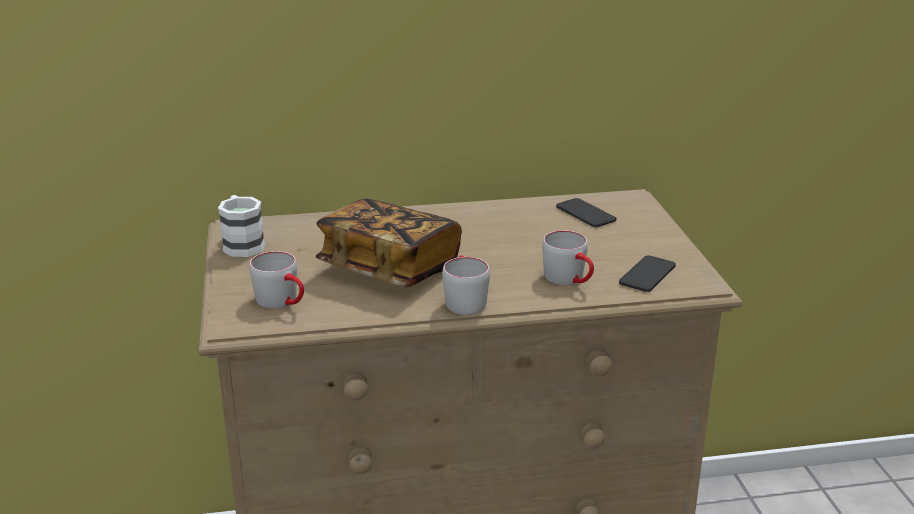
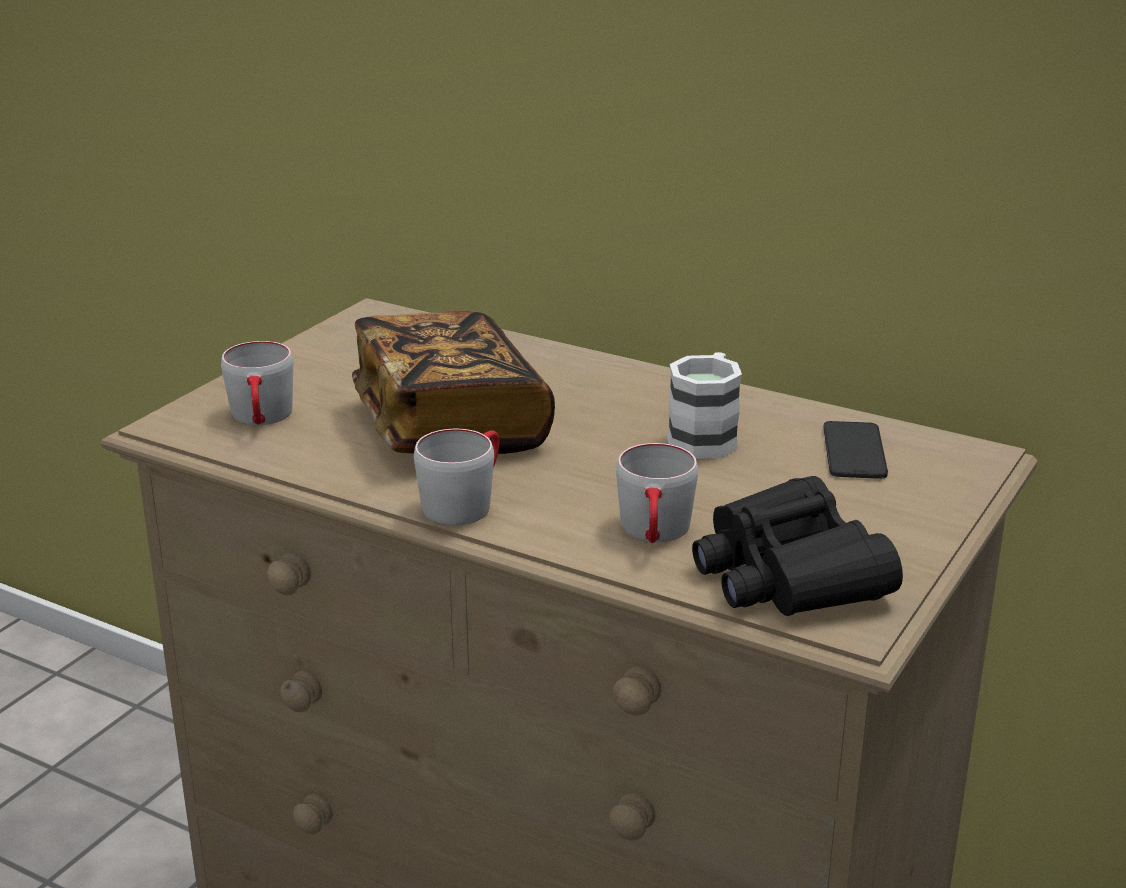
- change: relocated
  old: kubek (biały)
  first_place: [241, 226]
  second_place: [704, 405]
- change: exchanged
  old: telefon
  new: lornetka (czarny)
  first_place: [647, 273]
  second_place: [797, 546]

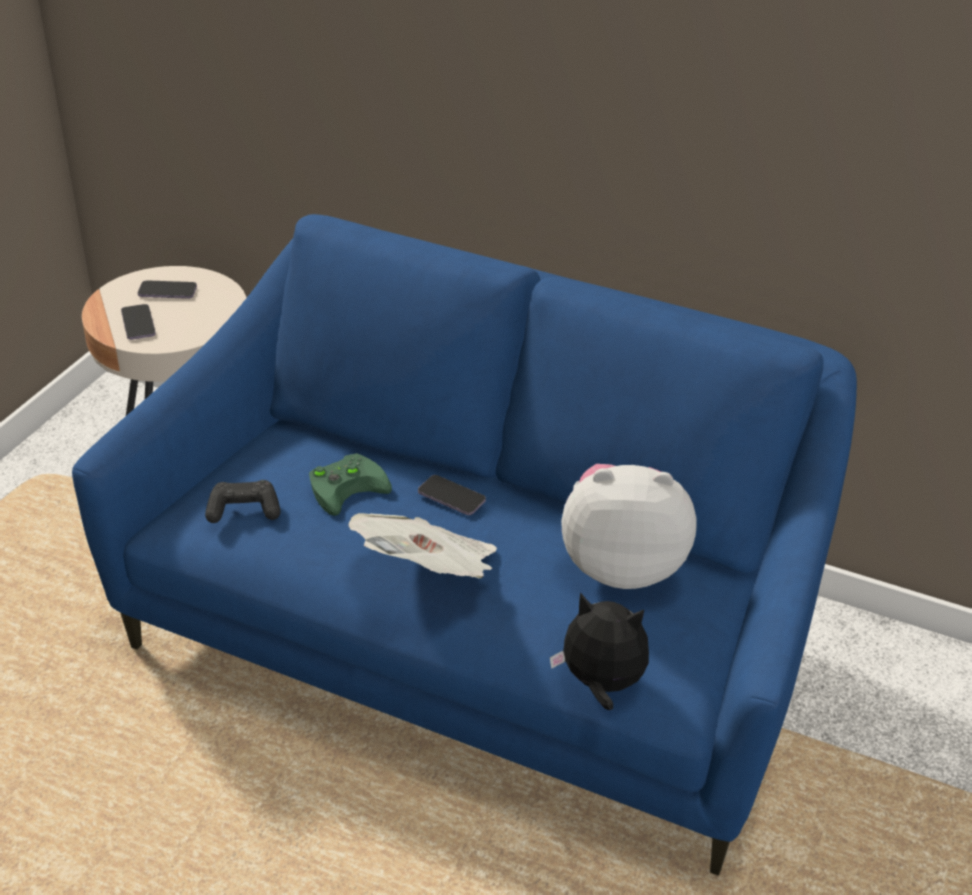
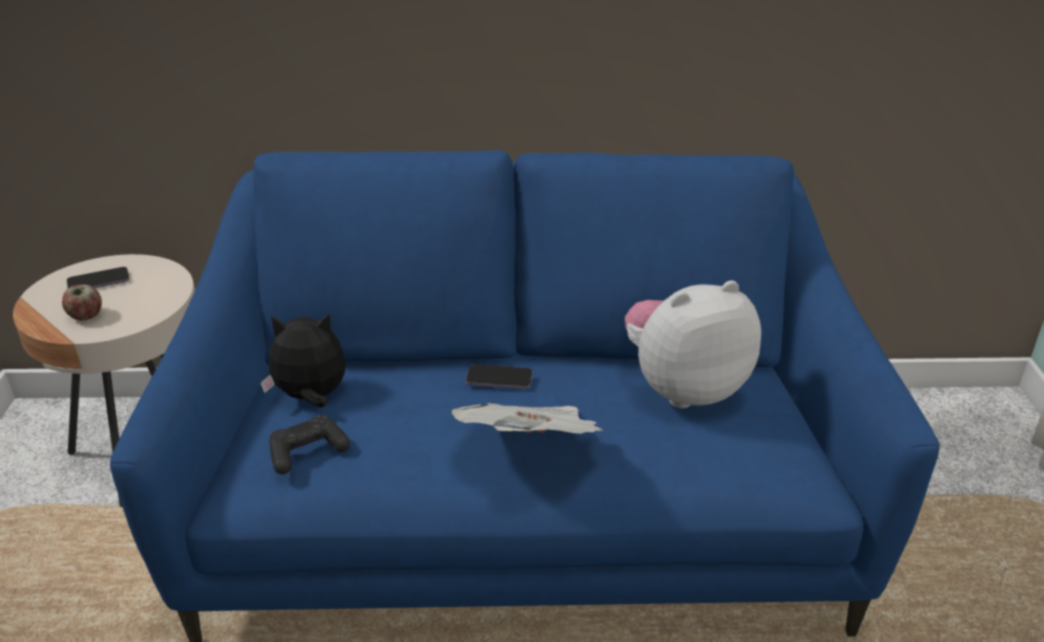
- change: exchanged
  old: telefon
  new: jabłko
  first_place: [138, 322]
  second_place: [82, 302]
- change: relocated
  old: pluszak
  first_place: [599, 651]
  second_place: [303, 359]
- change: missing
  old: pad do gier (zielony)
  first_place: [350, 484]

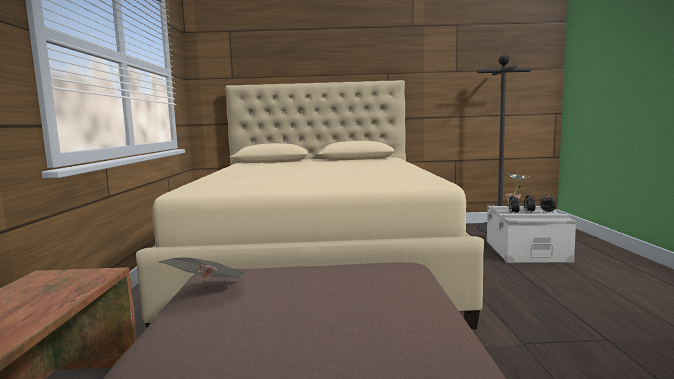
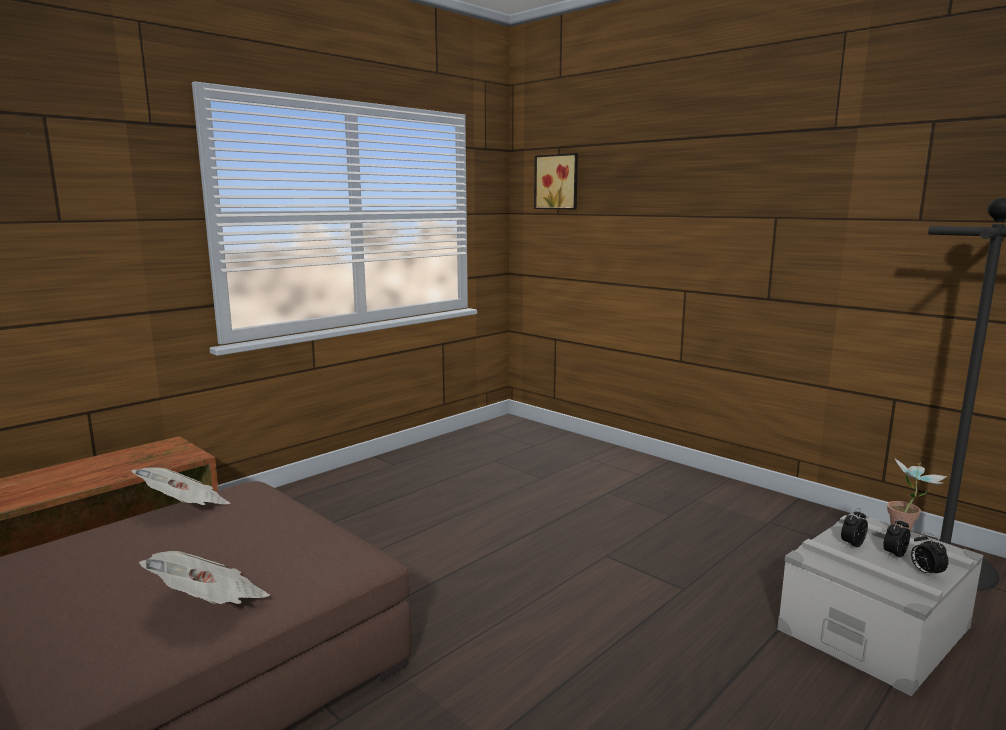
- change: appeared
  new: gazeta
  second_place: [204, 577]
- change: appeared
  new: obraz
  second_place: [556, 181]
- change: missing
  old: łóżko (beżowy)
  first_place: [310, 204]

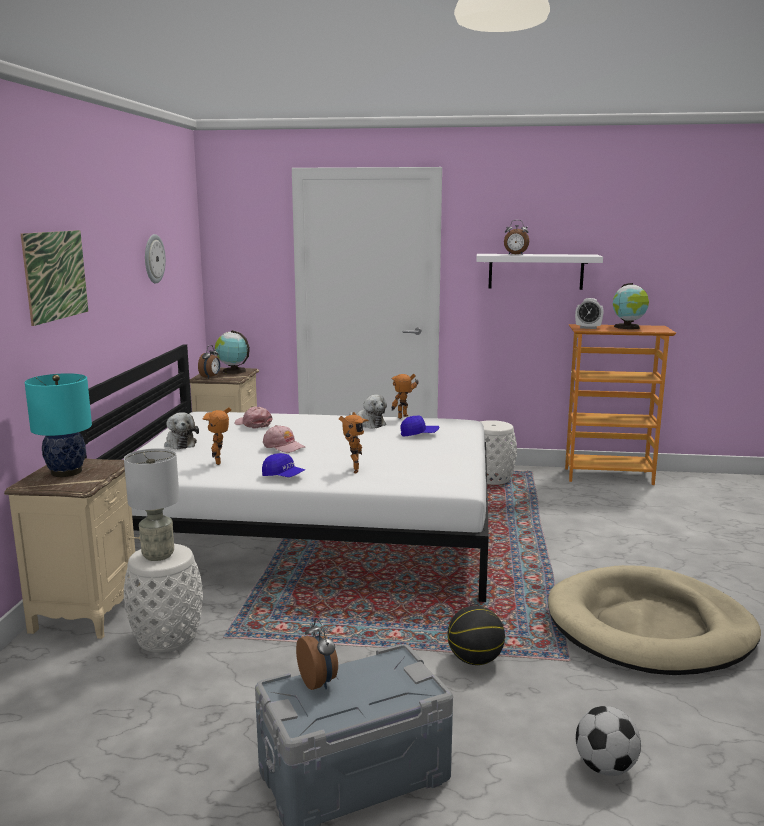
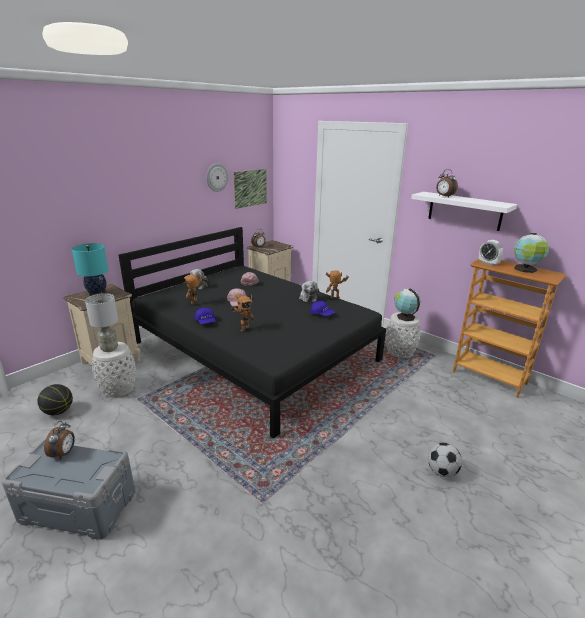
- change: relocated
  old: piłka do koszykówki
  first_place: [476, 635]
  second_place: [55, 399]
- change: colour
  old: łóżko (biały)
  new: łóżko (czarny)
  first_place: [284, 473]
  second_place: [252, 333]
- change: relocated
  old: obraz
  first_place: [54, 278]
  second_place: [250, 189]
- change: relocated
  old: globus
  first_place: [232, 352]
  second_place: [407, 305]
- change: relocated
  old: piłka futbolowa
  first_place: [608, 741]
  second_place: [445, 460]
- change: missing
  old: legowisko (beżowy)
  first_place: [654, 620]

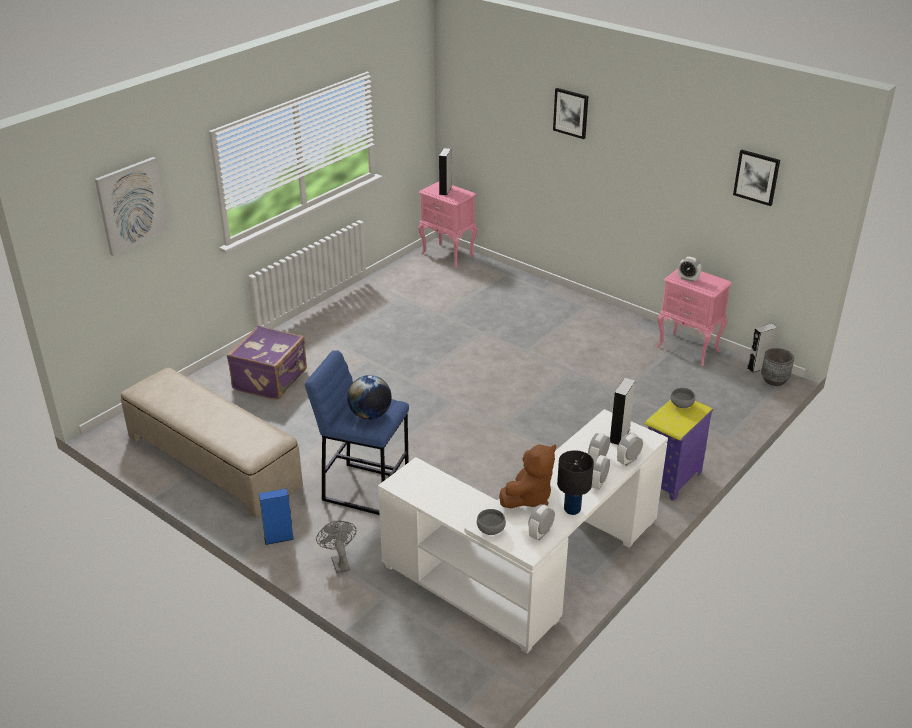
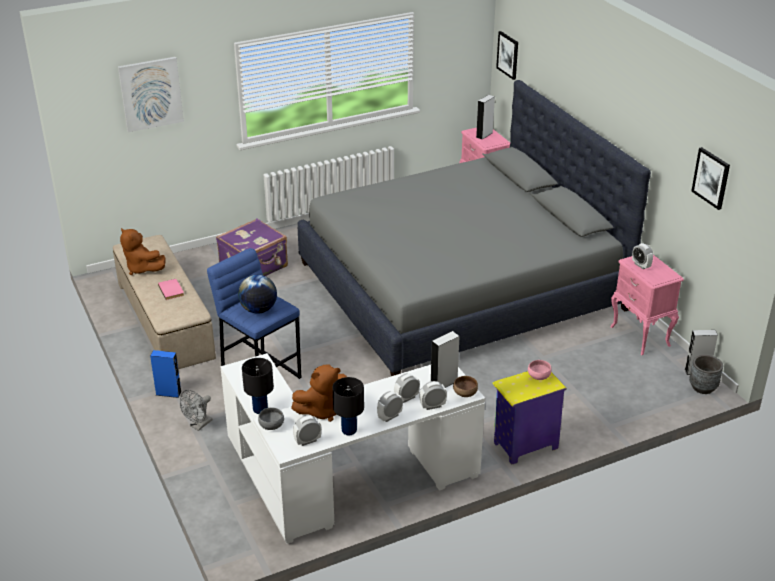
- change: appeared
  new: pluszak (brązowy)
  second_place: [142, 251]
- change: appeared
  new: książka (różowy)
  second_place: [171, 289]
- change: spun
  old: wentylator (szary)
  first_place: [336, 547]
  second_place: [196, 410]
  degrees: -150
- change: appeared
  new: lampa stołowa (czarny)
  second_place: [258, 386]
- change: appeared
  new: łóżko (szary)
  second_place: [474, 228]
- change: appeared
  new: miska (brązowy)
  second_place: [465, 386]
- change: relocated
  old: obraz
  first_place: [570, 113]
  second_place: [507, 55]
- change: colour
  old: miska (szary)
  new: miska (różowy)
  first_place: [683, 398]
  second_place: [539, 370]

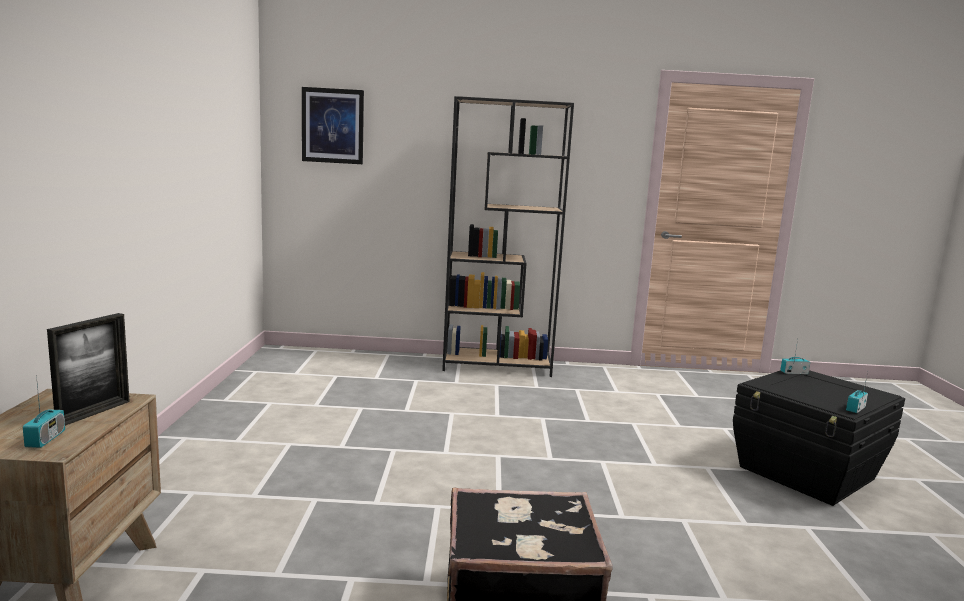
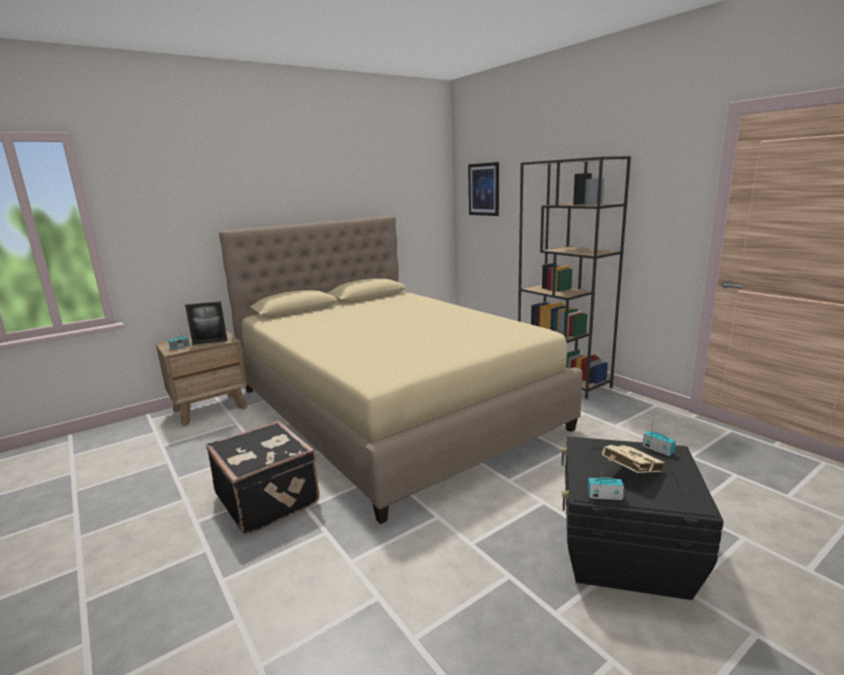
- change: appeared
  new: łóżko (beżowy)
  second_place: [401, 370]
- change: appeared
  new: książka (beżowy)
  second_place: [633, 459]

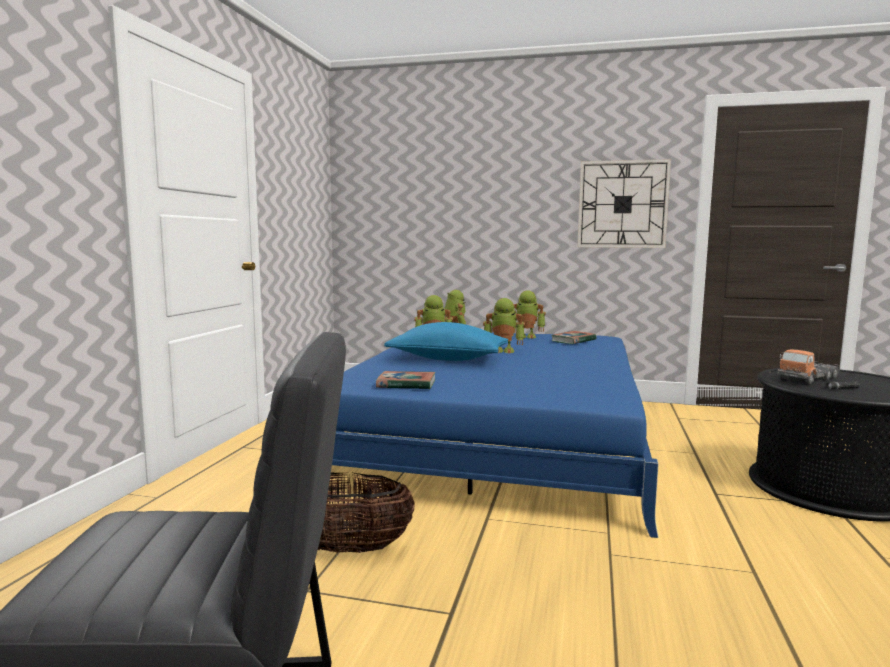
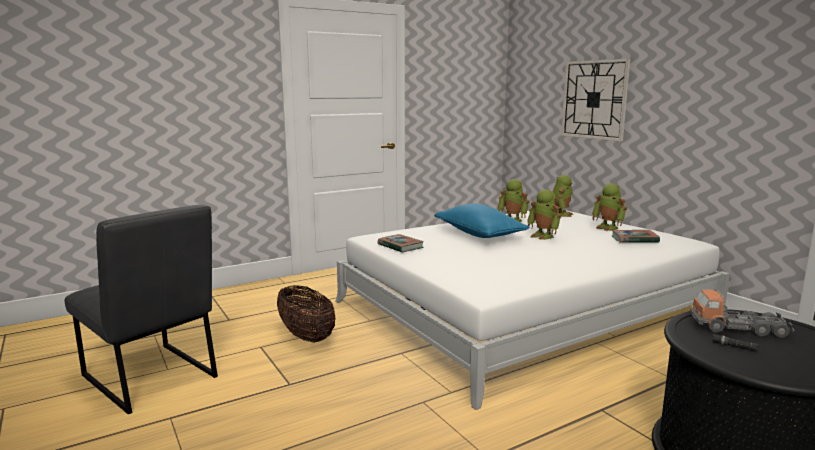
- change: colour
  old: łóżko (niebieski)
  new: łóżko (biały)
  first_place: [495, 435]
  second_place: [532, 310]
- change: relocated
  old: zegar ścienny
  first_place: [624, 203]
  second_place: [595, 100]

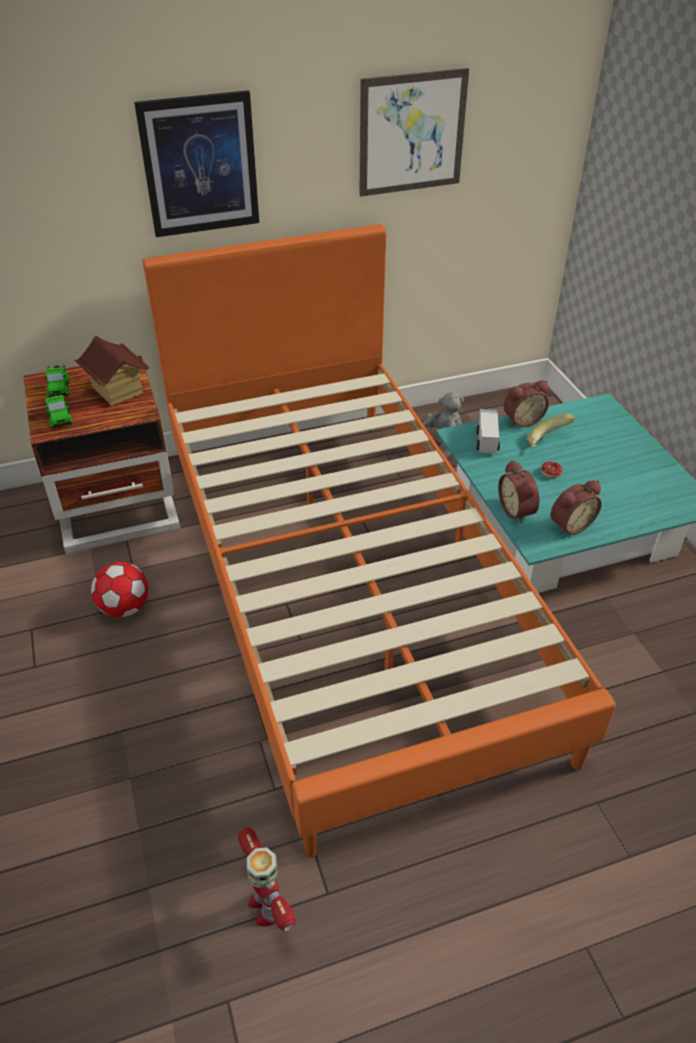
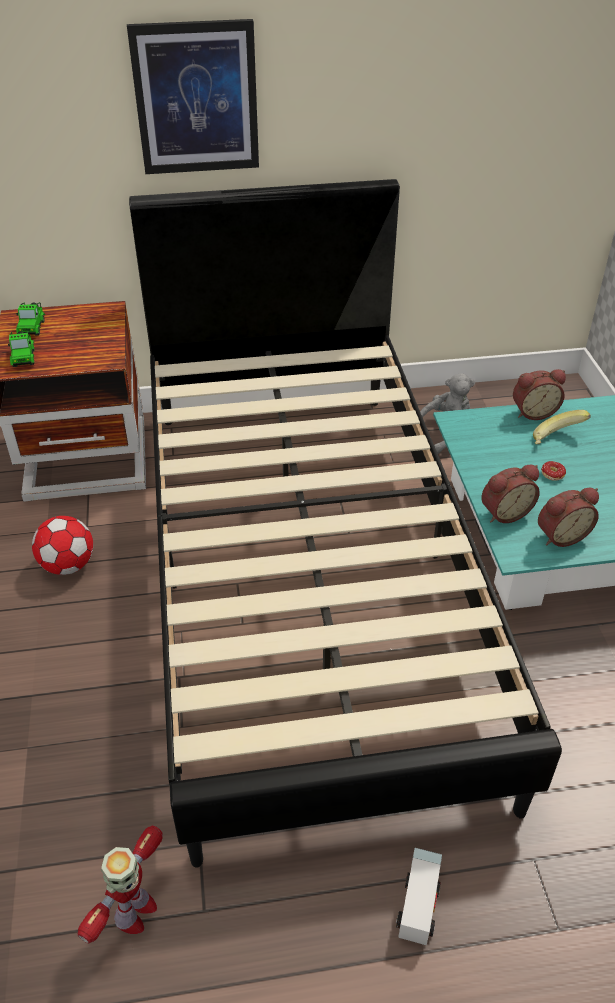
- change: spun
  old: robot zabawkowy
  first_place: [267, 879]
  second_place: [120, 884]
  degrees: -135
- change: colour
  old: łóżko (pomarańczowy)
  new: łóżko (czarny)
  first_place: [379, 541]
  second_place: [345, 523]
- change: relocated
  old: ciężarówka zabawkowa
  first_place: [488, 431]
  second_place: [419, 896]
- change: spun
  old: budzik
  first_place: [518, 492]
  second_place: [510, 494]
  degrees: -105
- change: missing
  old: domek
  first_place: [112, 371]
- change: missing
  old: obraz
  first_place: [414, 132]

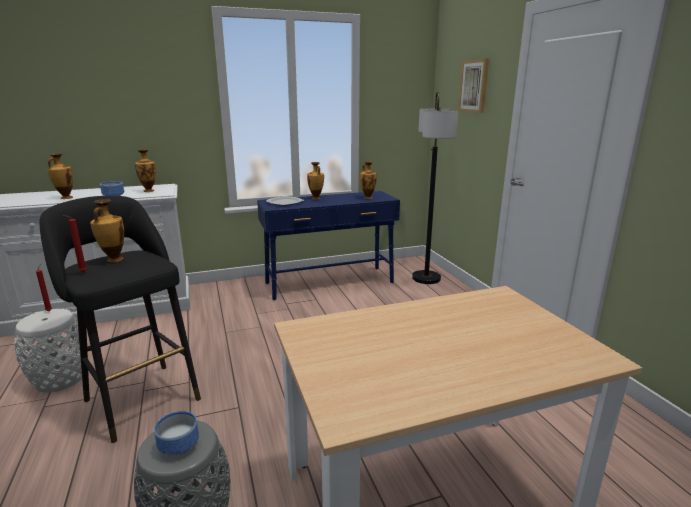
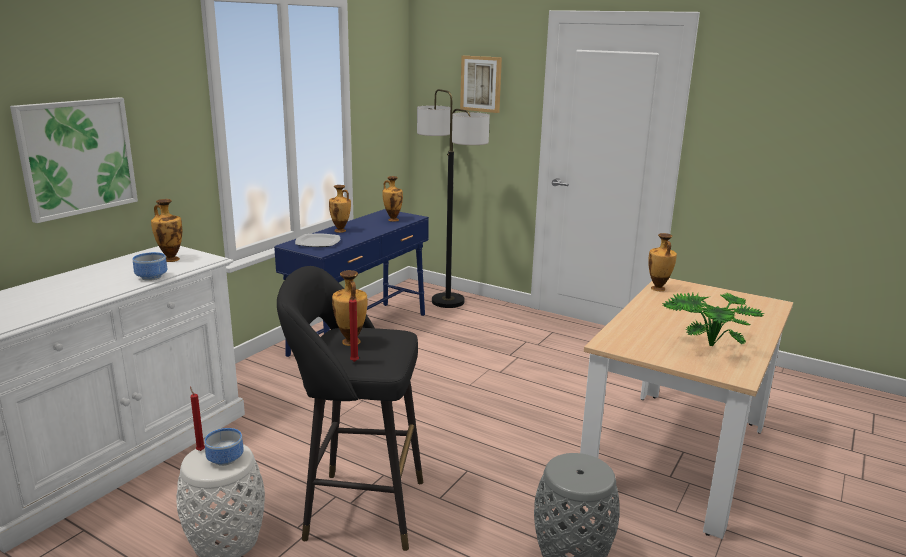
- change: appeared
  new: obraz
  second_place: [74, 160]
- change: relocated
  old: miska
  first_place: [176, 433]
  second_place: [224, 447]
- change: relocated
  old: wazon
  first_place: [60, 176]
  second_place: [662, 262]
- change: appeared
  new: roślina doniczkowa
  second_place: [713, 319]

